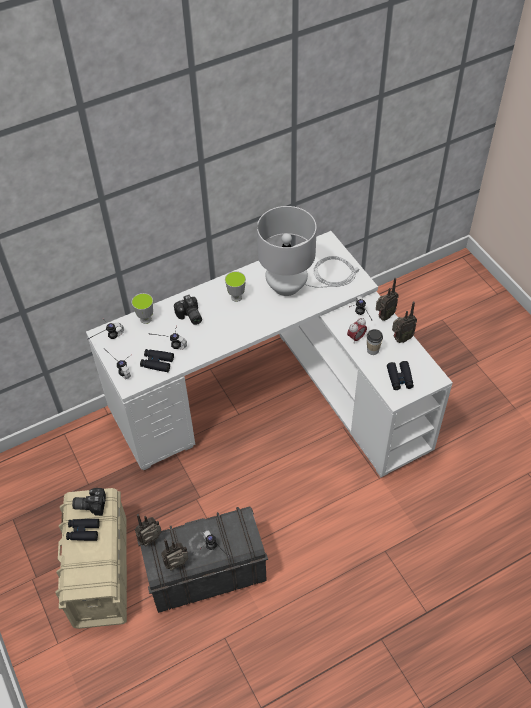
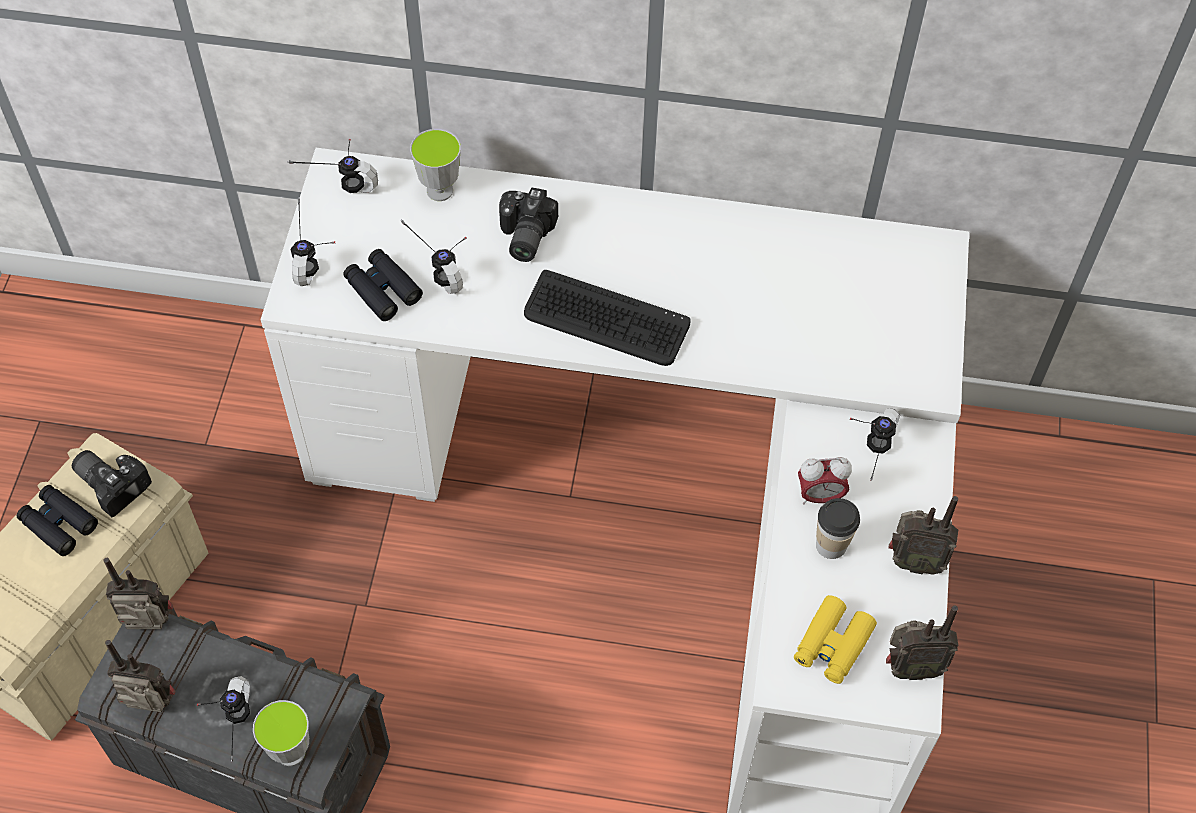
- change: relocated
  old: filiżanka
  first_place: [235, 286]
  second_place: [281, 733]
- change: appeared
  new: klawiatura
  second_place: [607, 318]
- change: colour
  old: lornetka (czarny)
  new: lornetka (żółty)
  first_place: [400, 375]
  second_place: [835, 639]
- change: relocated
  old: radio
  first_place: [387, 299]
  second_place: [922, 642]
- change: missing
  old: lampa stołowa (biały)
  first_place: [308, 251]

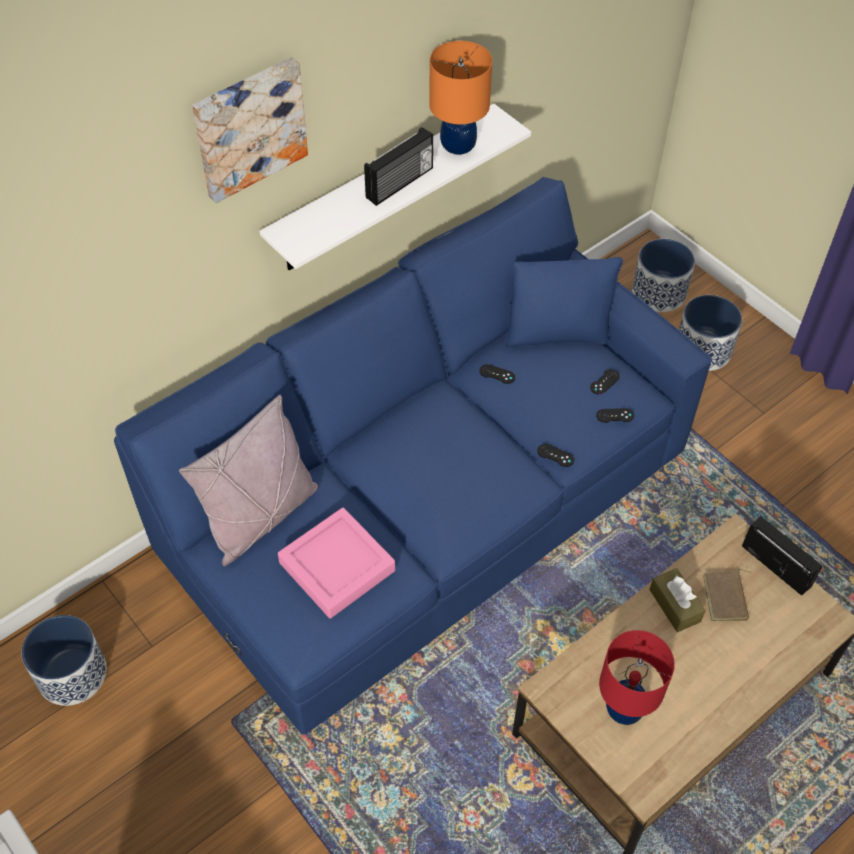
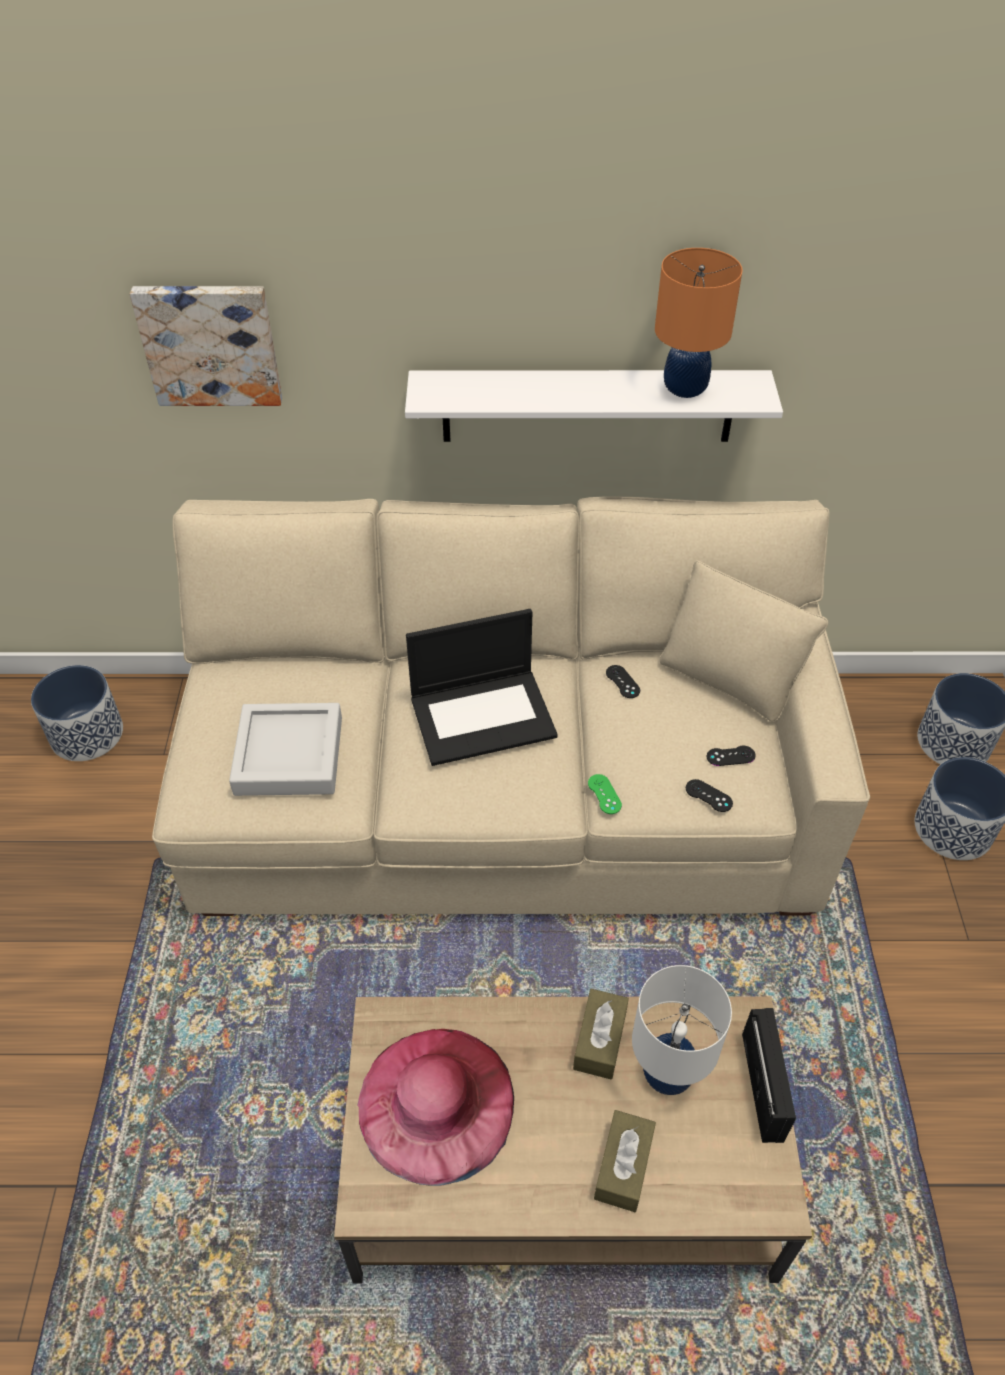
- change: relocated
  old: obraz
  first_place: [250, 130]
  second_place: [206, 346]
- change: colour
  old: kanapa (niebieski)
  new: kanapa (beżowy)
  first_place: [413, 455]
  second_place: [511, 706]
- change: colour
  old: taca (różowy)
  new: taca (szary)
  first_place: [336, 563]
  second_place: [285, 749]
- change: exchanged
  old: lampa stołowa (czerwony)
  new: kapelusz (różowy)
  first_place: [637, 677]
  second_place: [435, 1107]
- change: appeared
  new: laptop
  second_place: [482, 687]
- change: colour
  old: pad do gier (czarny)
  new: pad do gier (zielony)
  first_place: [555, 455]
  second_place: [605, 794]
- change: appeared
  new: pudełko chusteczek (brązowy)
  second_place: [625, 1161]
- change: exchanged
  old: książka (brązowy)
  new: lampa stołowa (biały)
  first_place: [727, 595]
  second_place: [682, 1030]
- change: missing
  old: poduszka (fioletowy)
  first_place: [248, 480]
- change: missing
  old: radio
  first_place: [398, 166]

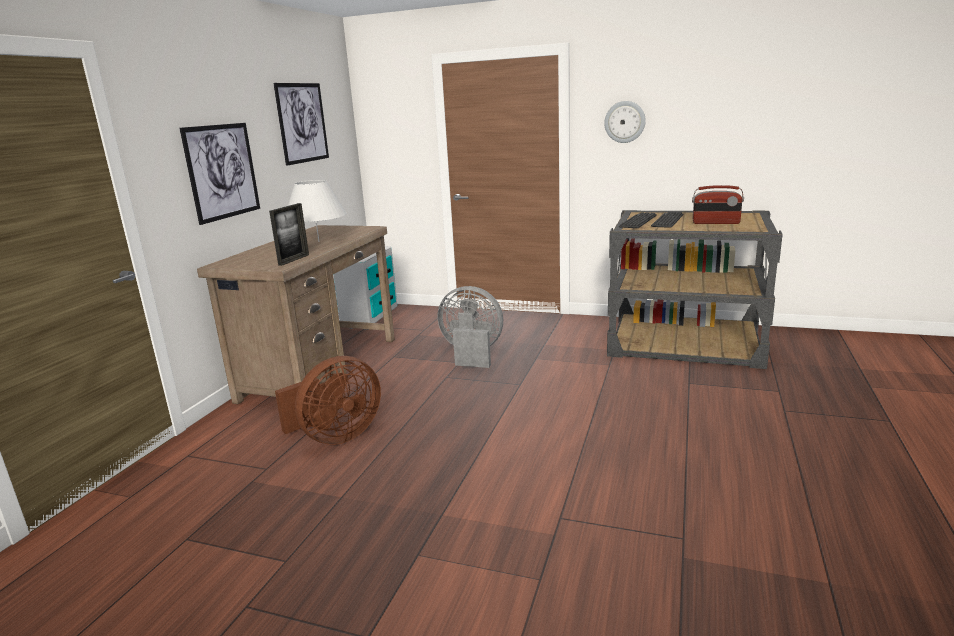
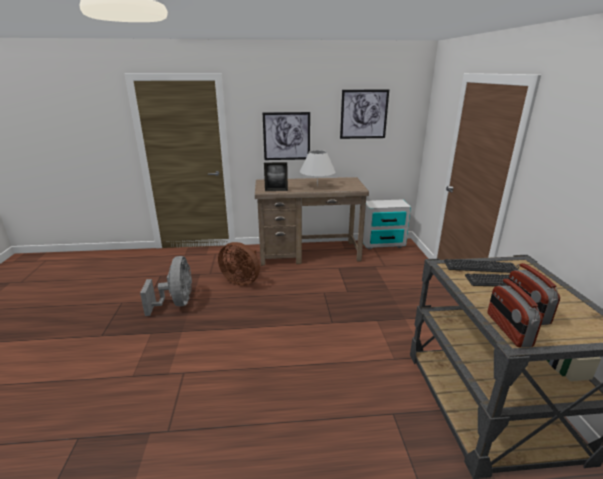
- change: relocated
  old: wentylator (szary)
  first_place: [470, 327]
  second_place: [166, 286]
- change: appeared
  new: radio
  second_place: [515, 313]
- change: missing
  old: zegar ścienny
  first_place: [625, 122]

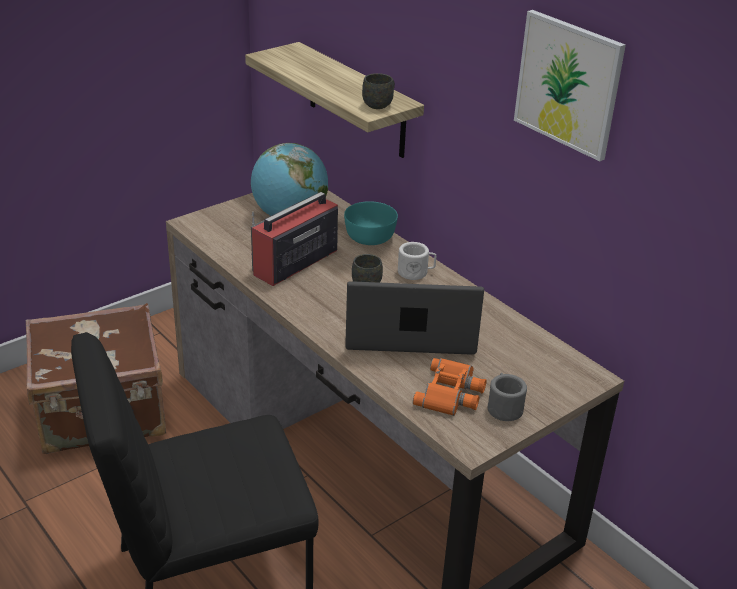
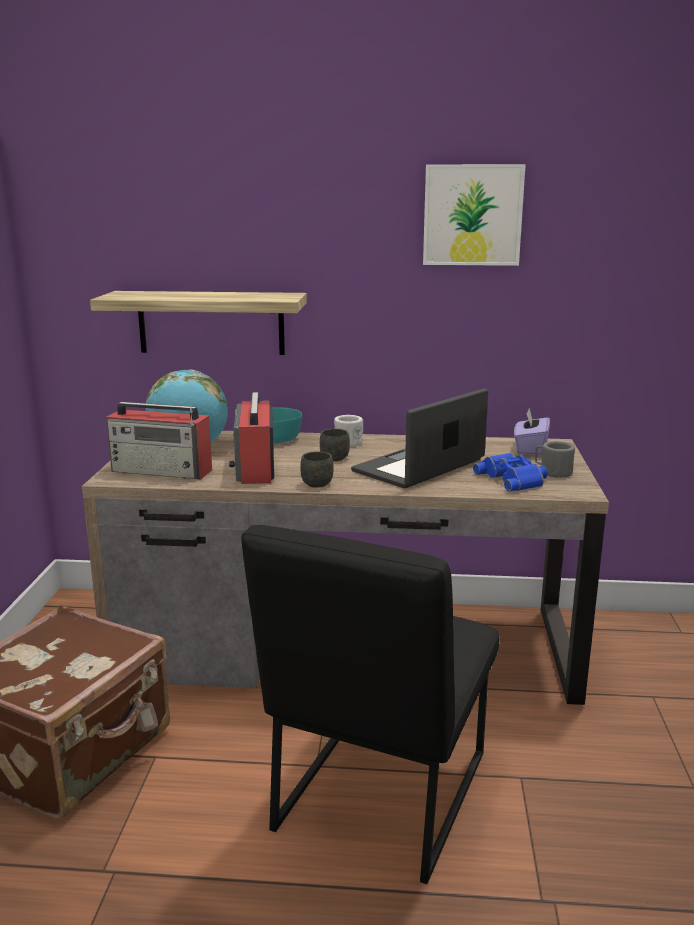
- change: appeared
  new: radio
  second_place: [159, 440]
- change: relocated
  old: kubek (szary)
  first_place: [378, 91]
  second_place: [316, 470]
- change: colour
  old: lornetka (pomarańczowy)
  new: lornetka (niebieski)
  first_place: [449, 387]
  second_place: [510, 472]
- change: appeared
  new: pudełko chusteczek (fioletowy)
  second_place: [532, 432]

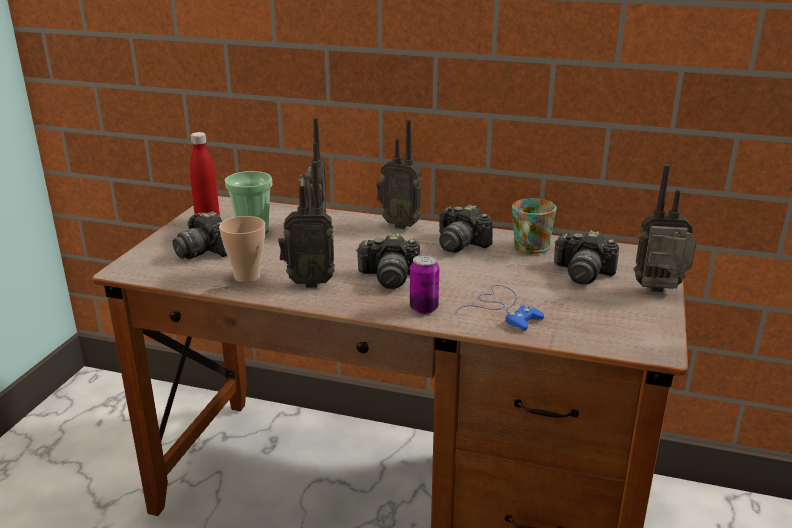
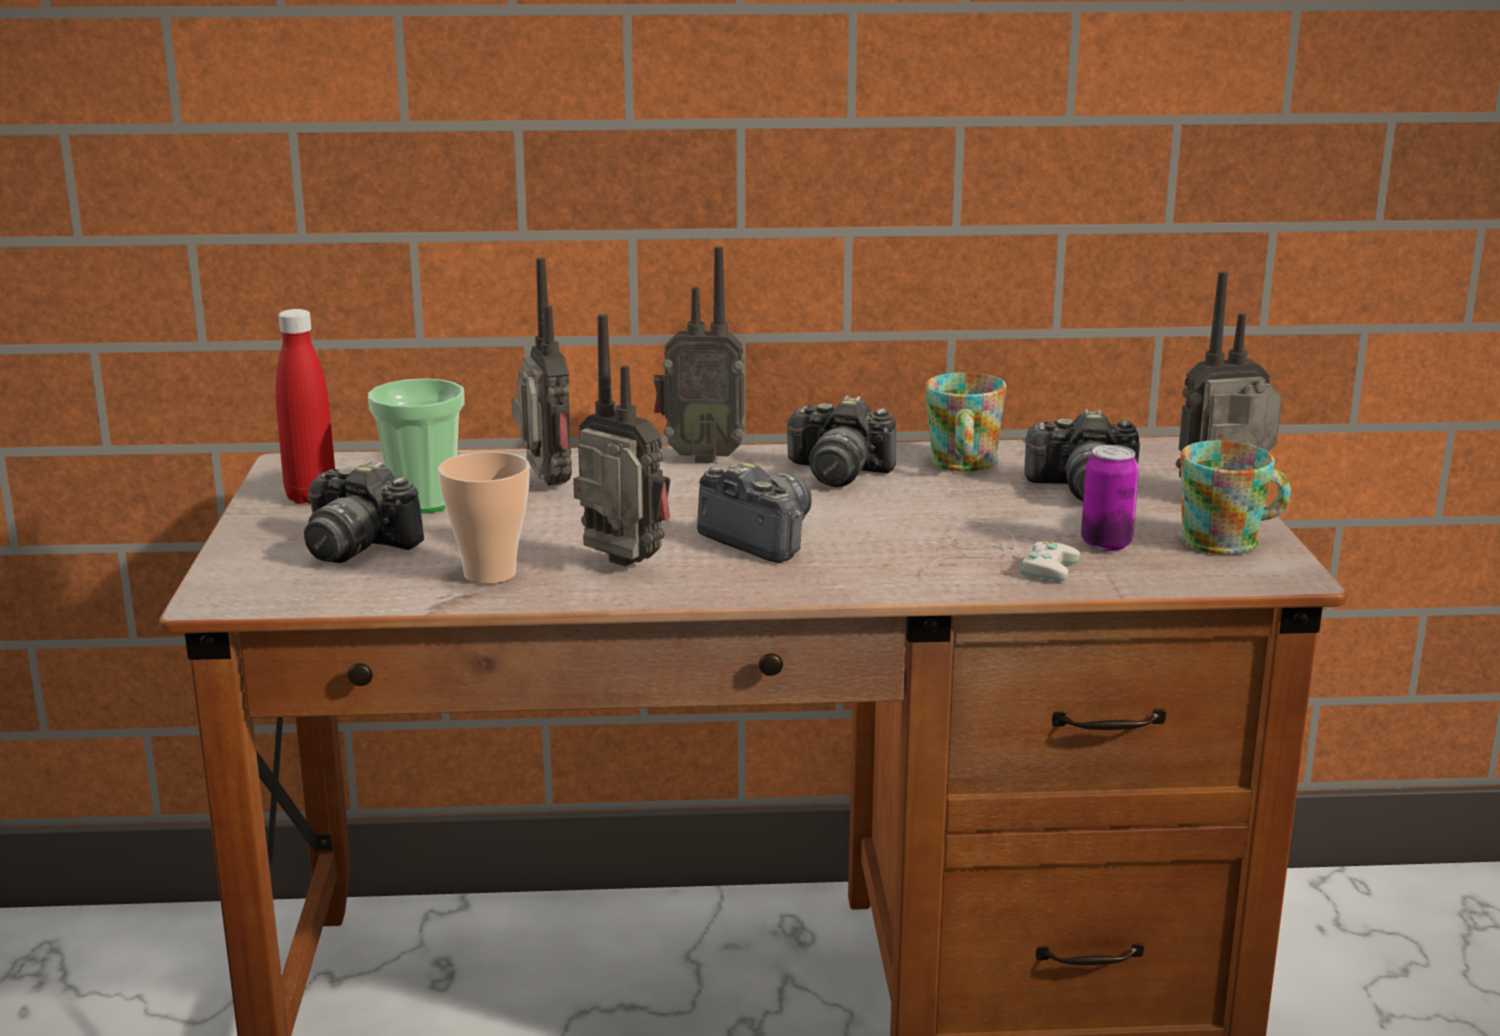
- change: spun
  old: radio
  first_place: [307, 224]
  second_place: [622, 440]
  degrees: -120
- change: spun
  old: aparat fotograficzny
  first_place: [388, 261]
  second_place: [754, 512]
  degrees: -120
- change: colour
  old: pad do gier (niebieski)
  new: pad do gier (biały)
  first_place: [499, 308]
  second_place: [1005, 551]
- change: relocated
  old: puszka
  first_place: [424, 284]
  second_place: [1110, 498]
- change: appeared
  new: kubek
  second_place: [1235, 497]

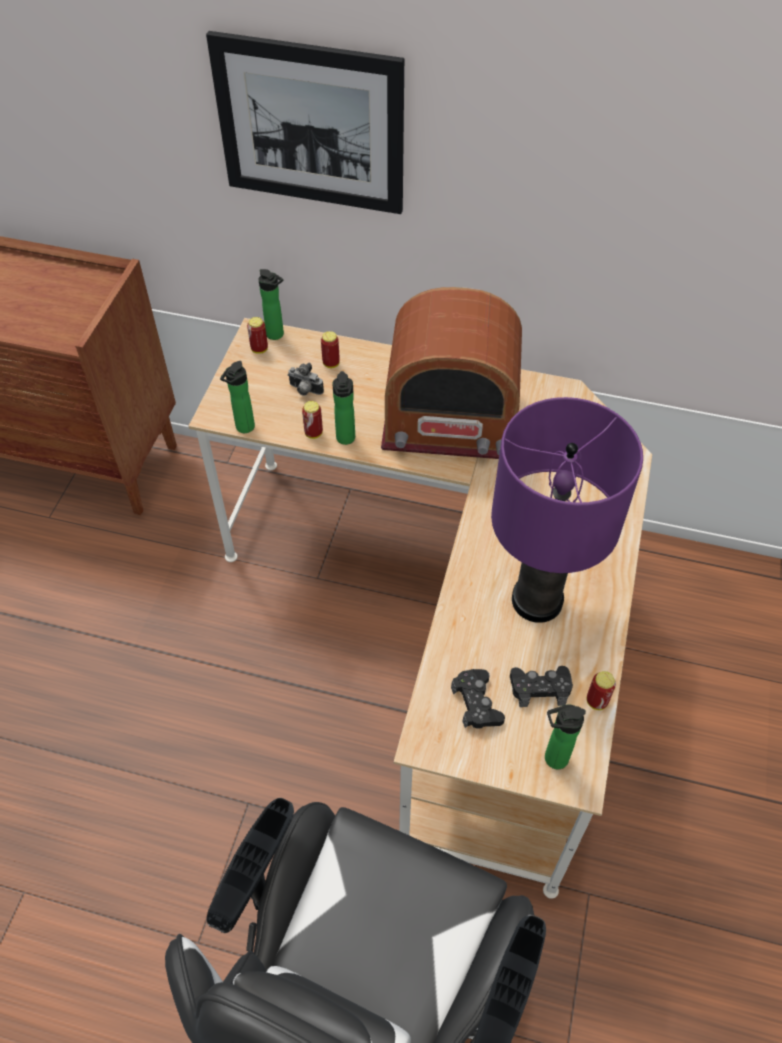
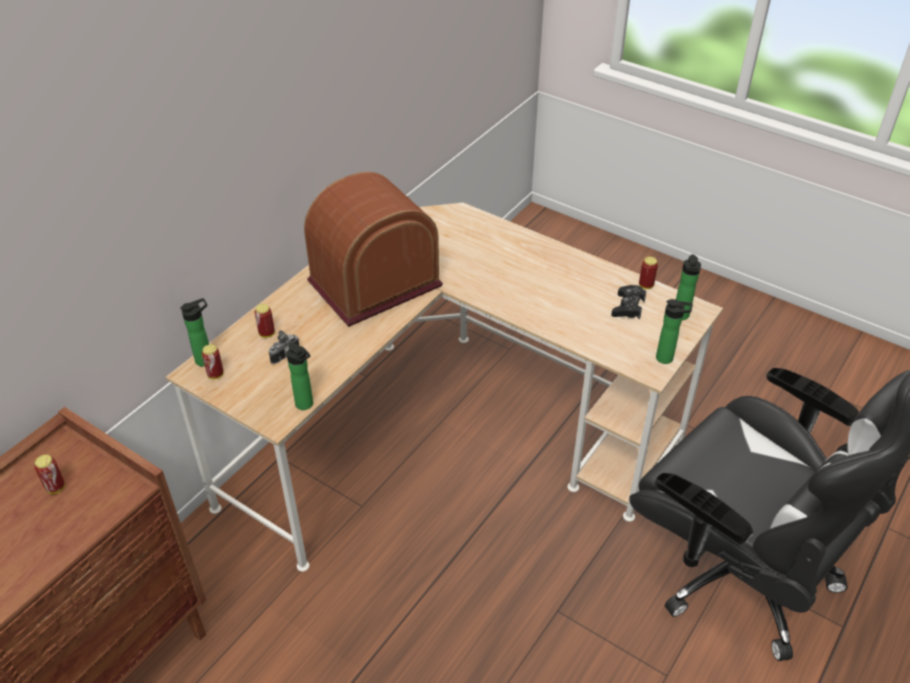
- change: relocated
  old: puszka
  first_place: [312, 420]
  second_place: [50, 474]
- change: spun
  old: radio
  first_place: [451, 373]
  second_place: [373, 249]
  degrees: -150
- change: relocated
  old: butelka
  first_place: [343, 408]
  second_place: [674, 331]
- change: missing
  old: obraz
  first_place: [305, 122]
- change: missing
  old: pad do gier (czarny)
  first_place: [478, 699]
- change: missing
  old: lampa stołowa (fioletowy)
  first_place: [567, 510]

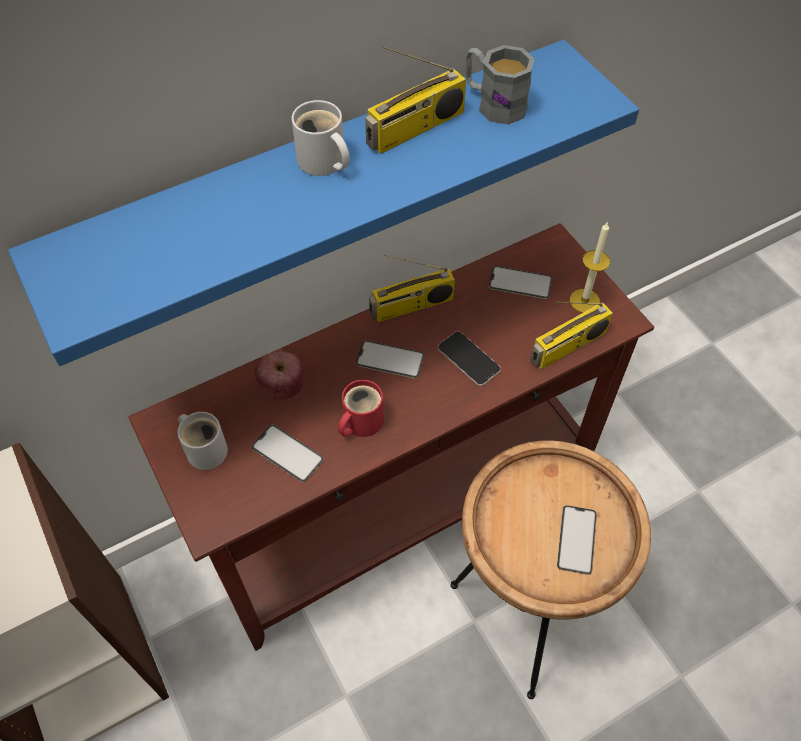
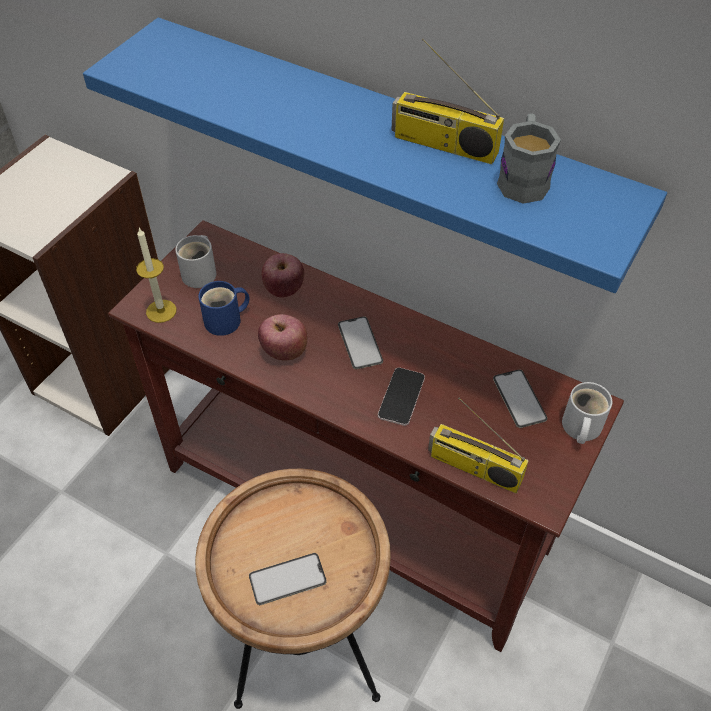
- change: relocated
  old: świeca
  first_place: [590, 268]
  second_place: [156, 275]
- change: exchanged
  old: telefon
  new: kubek (niebieski)
  first_place: [287, 453]
  second_place: [223, 308]
- change: exchanged
  old: kubek (czerwony)
  new: jabłko
  first_place: [361, 408]
  second_place: [282, 337]
- change: relocated
  old: kubek (biały)
  first_place: [321, 138]
  second_place: [587, 413]
- change: missing
  old: radio
  first_place: [412, 288]

